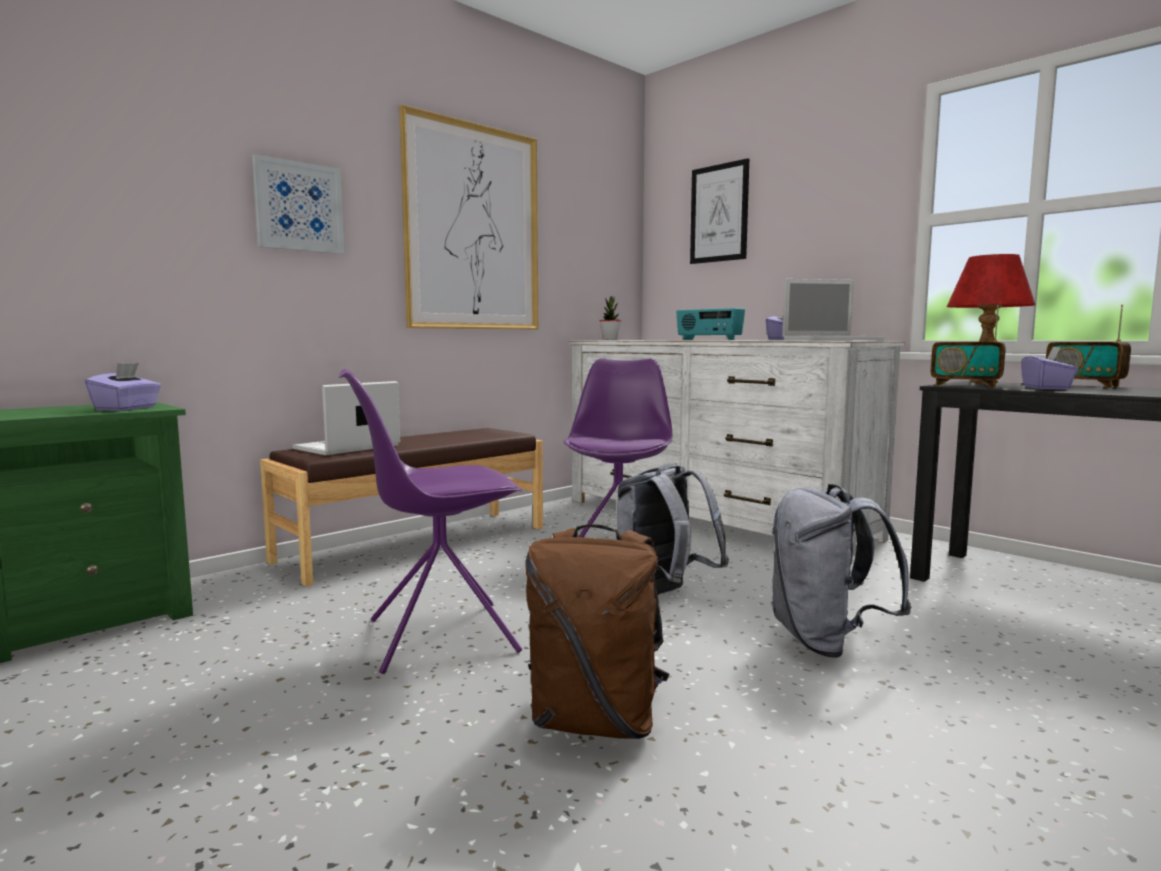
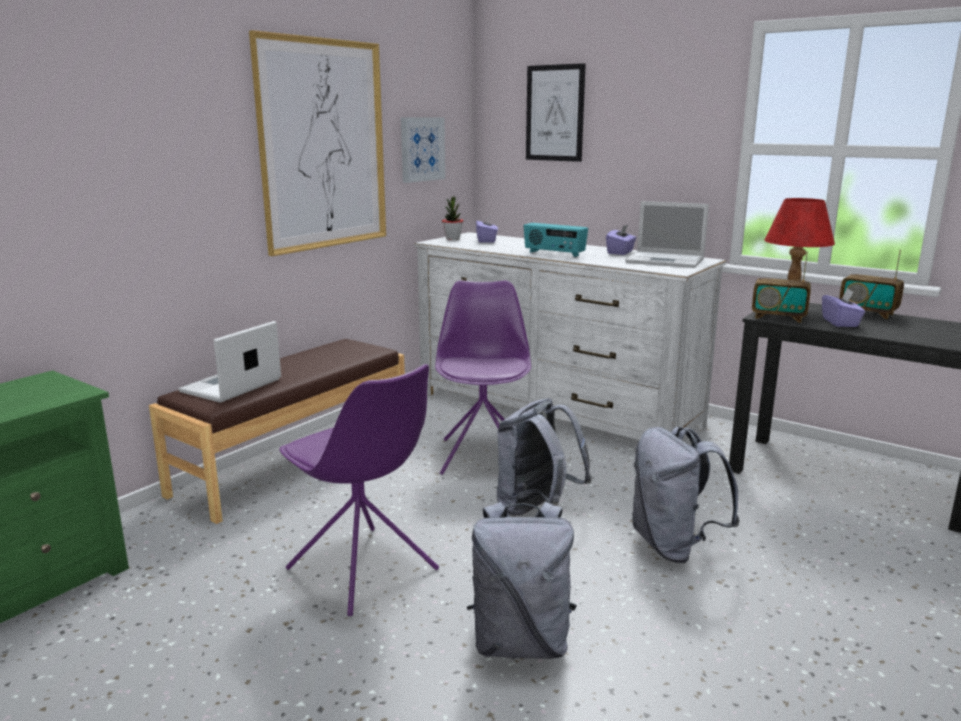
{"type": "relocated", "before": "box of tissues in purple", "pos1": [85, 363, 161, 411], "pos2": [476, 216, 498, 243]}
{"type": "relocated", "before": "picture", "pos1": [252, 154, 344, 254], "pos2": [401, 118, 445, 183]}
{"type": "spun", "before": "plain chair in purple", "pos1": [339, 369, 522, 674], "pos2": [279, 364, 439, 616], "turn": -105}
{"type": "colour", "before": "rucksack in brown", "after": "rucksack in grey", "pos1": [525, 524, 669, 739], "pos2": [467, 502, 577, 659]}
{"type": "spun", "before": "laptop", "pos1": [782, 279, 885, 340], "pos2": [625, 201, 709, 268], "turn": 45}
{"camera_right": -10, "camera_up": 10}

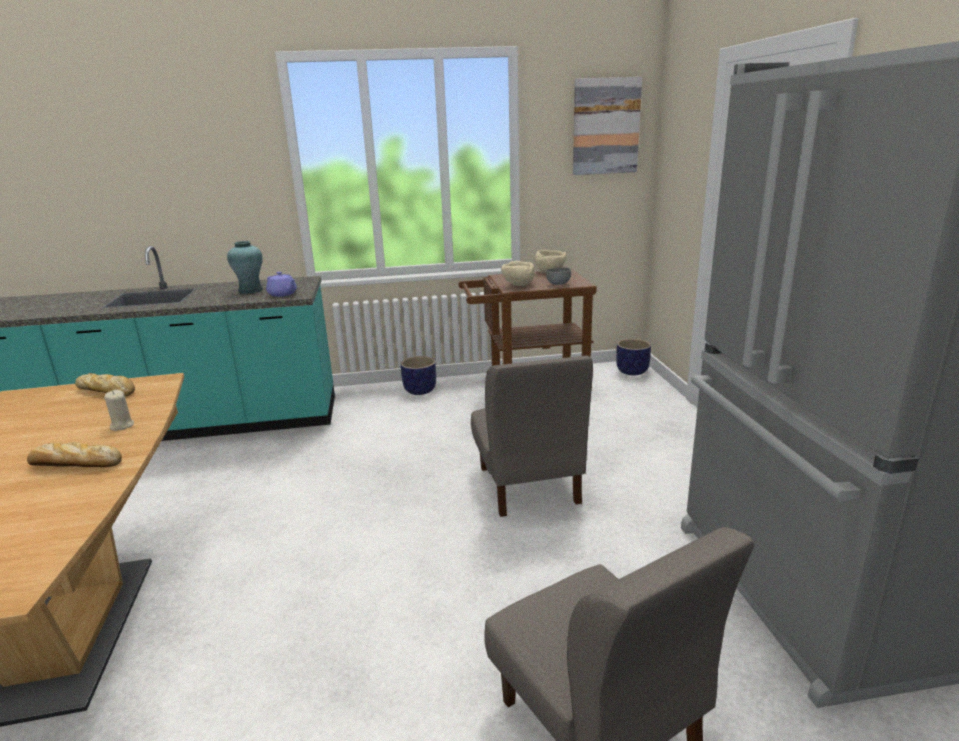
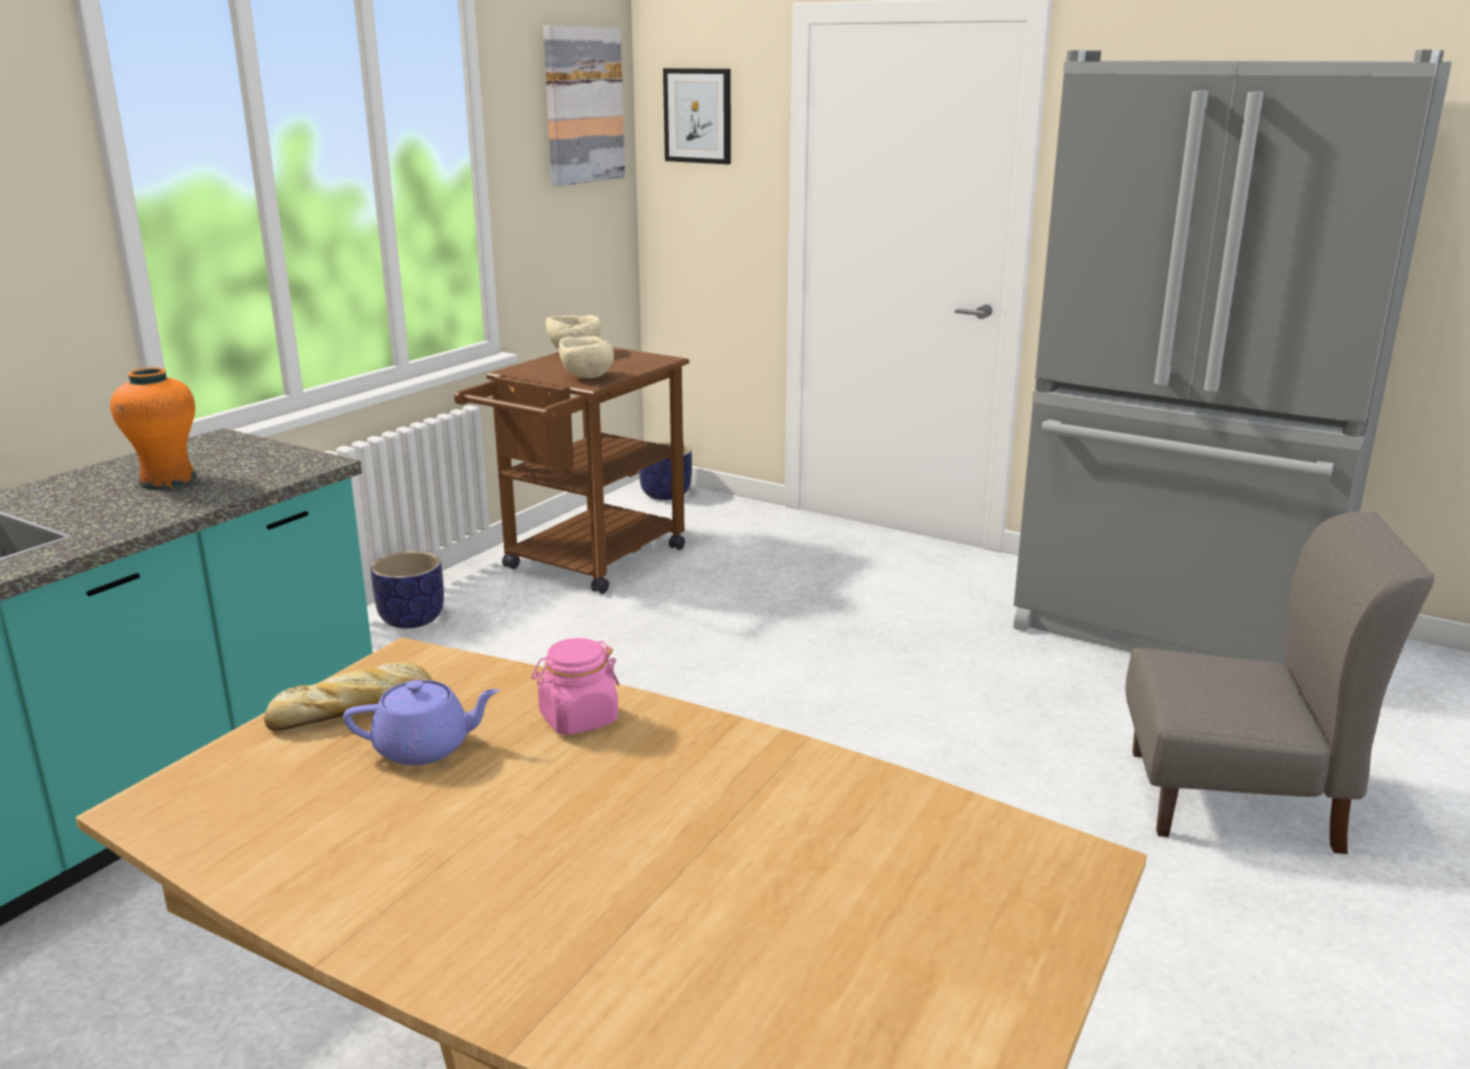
{"type": "missing", "before": "bread", "pos1": [27, 442, 122, 467]}
{"type": "exchanged", "before": "wax light in beige", "after": "preserve jar in pink-coloured", "pos1": [104, 390, 134, 431], "pos2": [532, 638, 620, 735]}
{"type": "colour", "before": "decorative vase in turquoise", "after": "decorative vase in orangey", "pos1": [227, 241, 263, 294], "pos2": [110, 367, 196, 490]}
{"type": "relocated", "before": "teapot in purple", "pos1": [266, 272, 297, 297], "pos2": [343, 680, 500, 765]}
{"type": "missing", "before": "plain chair in grey", "pos1": [471, 355, 593, 517]}
{"type": "missing", "before": "serving bowl in grey", "pos1": [546, 267, 571, 285]}
{"type": "appeared", "after": "picture", "pos2": [663, 68, 731, 164]}
{"camera_right": -50, "camera_up": 0}

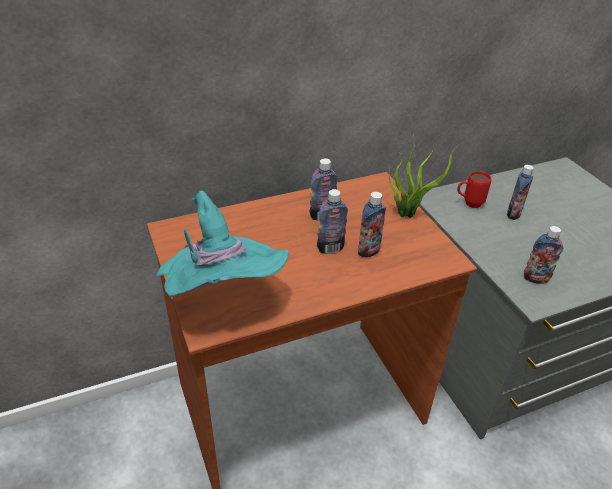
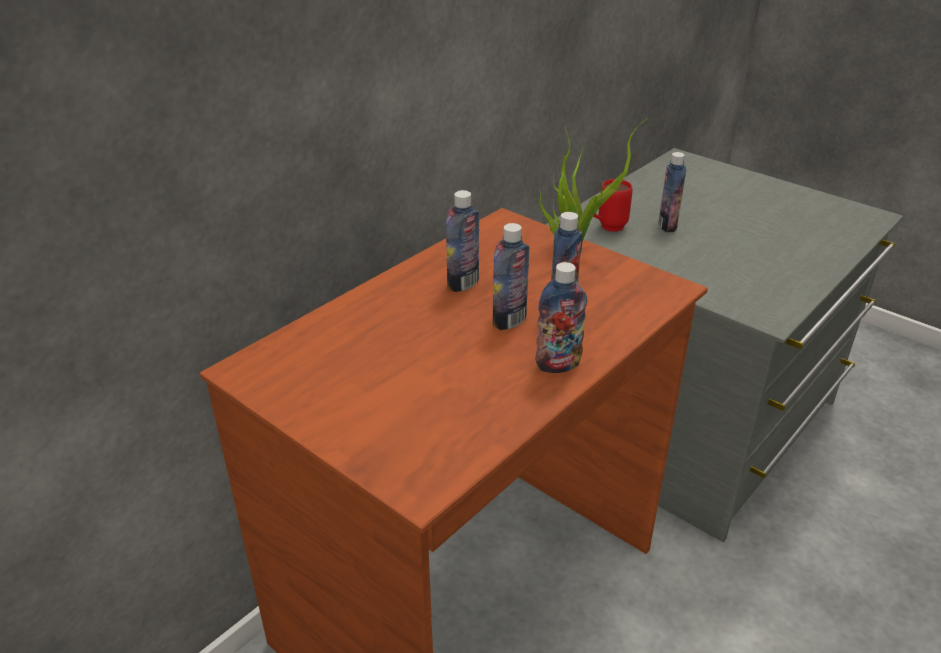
{"type": "missing", "before": "wearable hat in turquoise", "pos1": [156, 191, 289, 297]}
{"type": "relocated", "before": "beverage bottle", "pos1": [524, 226, 563, 284], "pos2": [535, 262, 587, 373]}
{"camera_right": -25, "camera_up": -5}

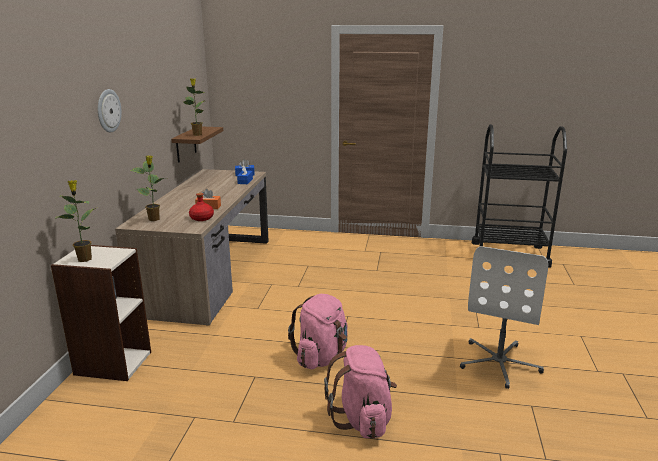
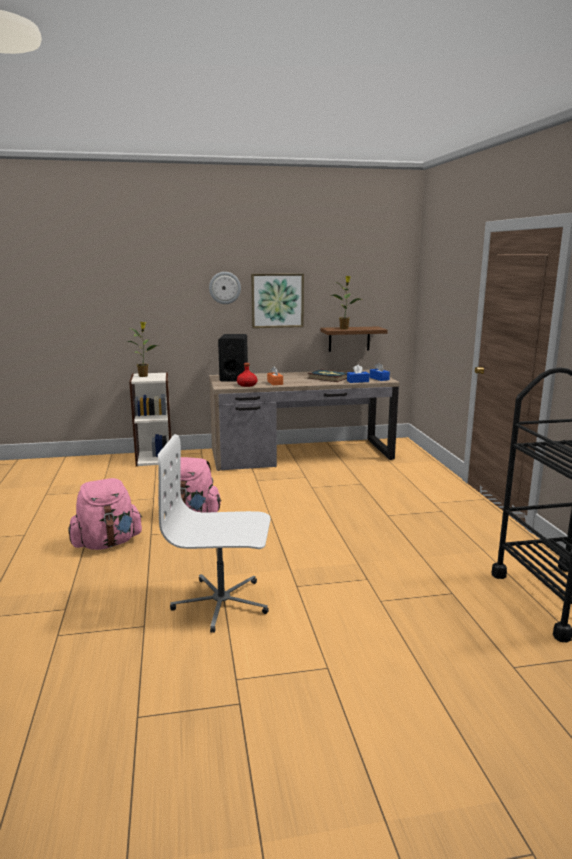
{"type": "exchanged", "before": "potted plant", "after": "audio speaker in blackish", "pos1": [130, 155, 166, 221], "pos2": [218, 334, 248, 382]}
{"type": "appeared", "after": "picture", "pos2": [251, 274, 304, 328]}
{"type": "appeared", "after": "volume", "pos2": [308, 369, 347, 382]}
{"camera_right": 70, "camera_up": -5}

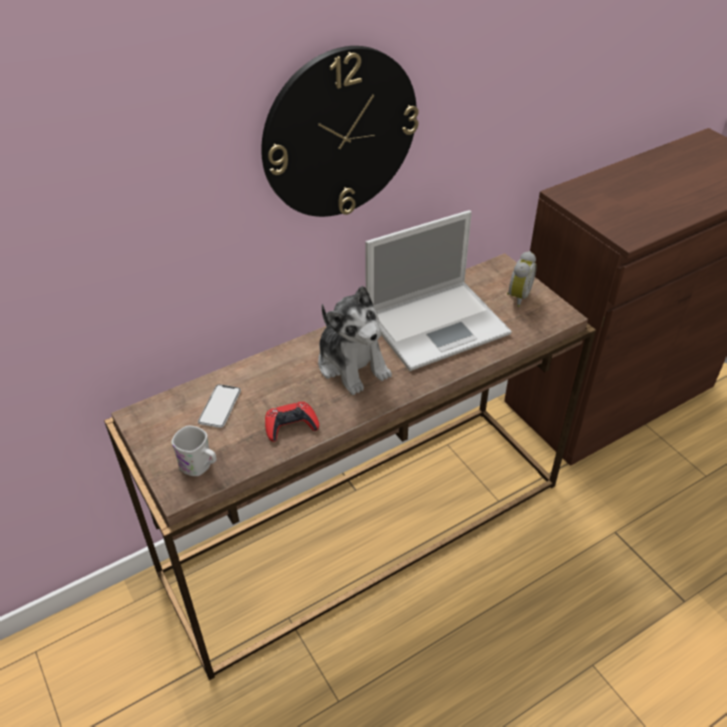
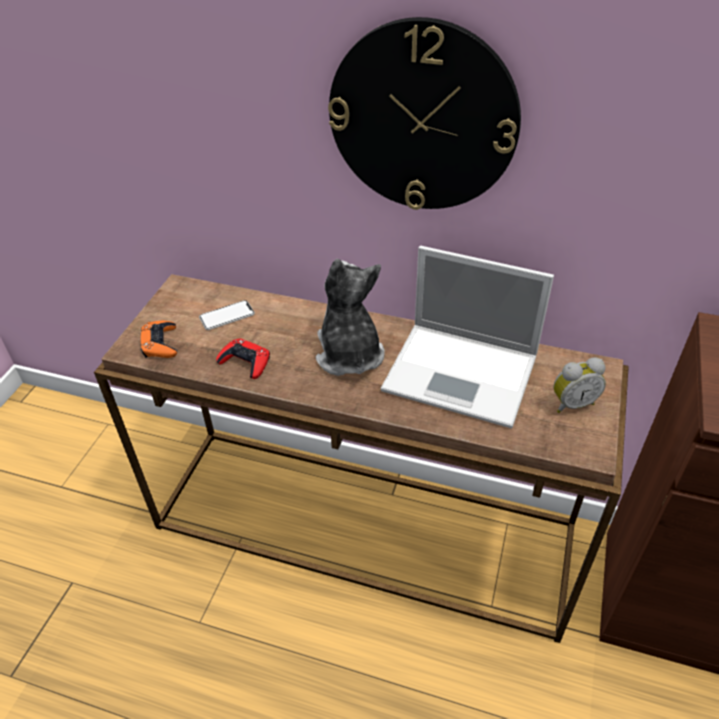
{"type": "exchanged", "before": "mug in white-coloured", "after": "joypad in orangey", "pos1": [171, 426, 217, 476], "pos2": [141, 321, 177, 358]}
{"type": "spun", "before": "soft toy", "pos1": [318, 286, 392, 395], "pos2": [316, 259, 385, 376], "turn": 150}
{"camera_right": 50, "camera_up": 0}

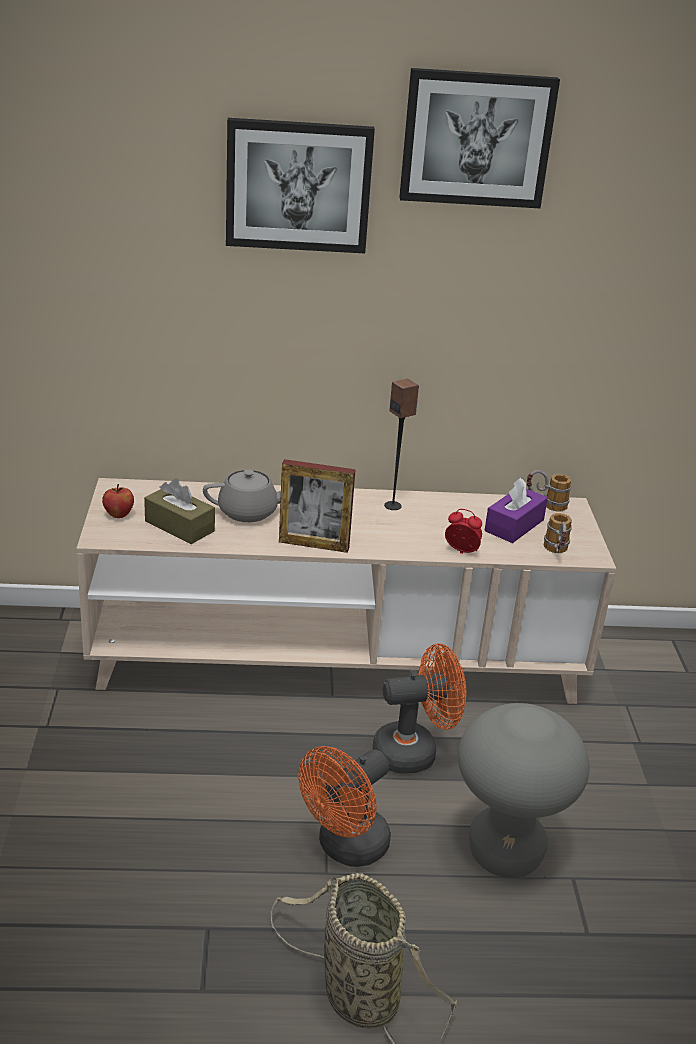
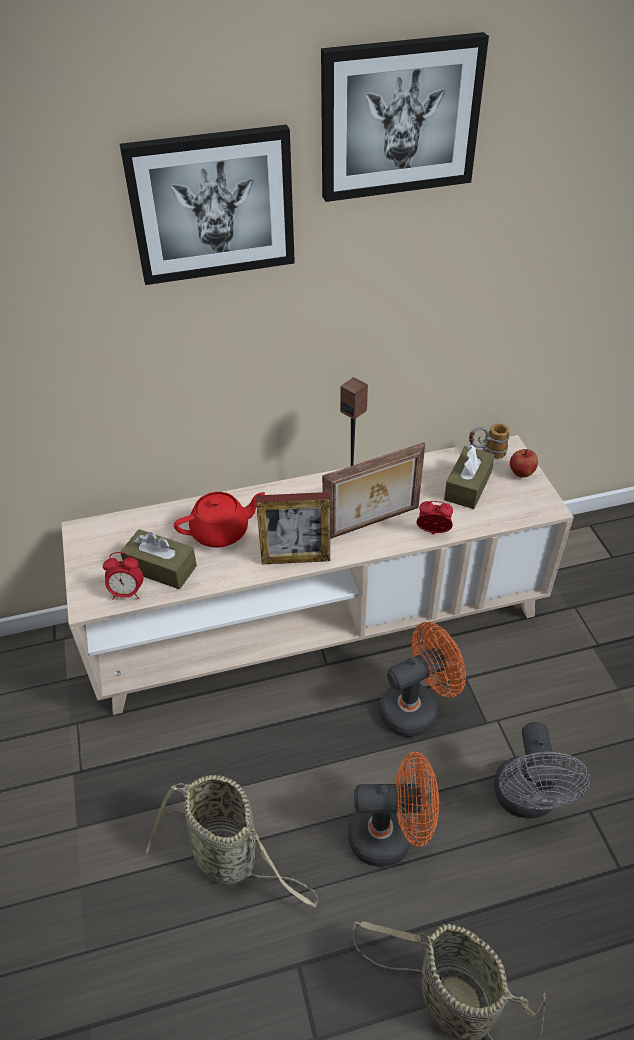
{"type": "relocated", "before": "apple fruit", "pos1": [102, 484, 134, 518], "pos2": [510, 449, 538, 478]}
{"type": "colour", "before": "teapot in grey", "after": "teapot in red", "pos1": [203, 469, 281, 522], "pos2": [174, 492, 265, 547]}
{"type": "spun", "before": "electric fan in orangey", "pos1": [298, 746, 391, 867], "pos2": [348, 752, 439, 867], "turn": -120}
{"type": "exchanged", "before": "sitting stool in grey", "after": "electric fan in grey", "pos1": [458, 703, 589, 878], "pos2": [494, 722, 590, 819]}
{"type": "colour", "before": "box of tissues in purple", "after": "box of tissues in brown", "pos1": [484, 477, 548, 543], "pos2": [444, 445, 495, 509]}
{"type": "missing", "before": "mug", "pos1": [544, 513, 572, 553]}
{"type": "appeared", "after": "bedside clock", "pos2": [103, 552, 143, 600]}
{"type": "appeared", "after": "storage basket", "pos2": [146, 775, 318, 908]}
{"type": "appeared", "after": "standing frame", "pos2": [322, 442, 425, 539]}
{"camera_right": -10, "camera_up": 15}

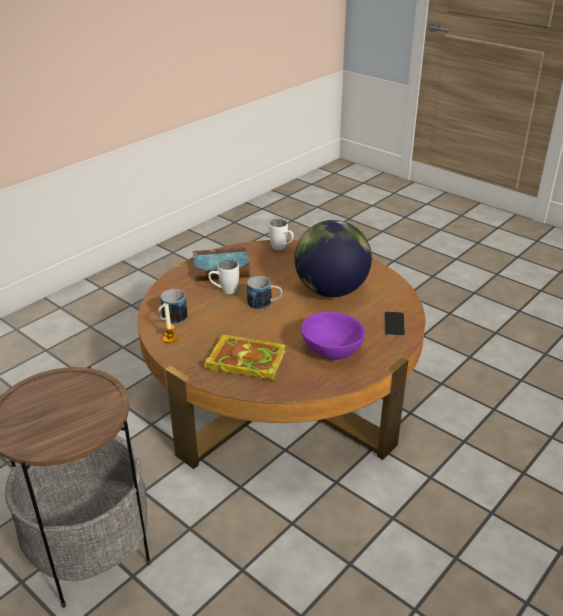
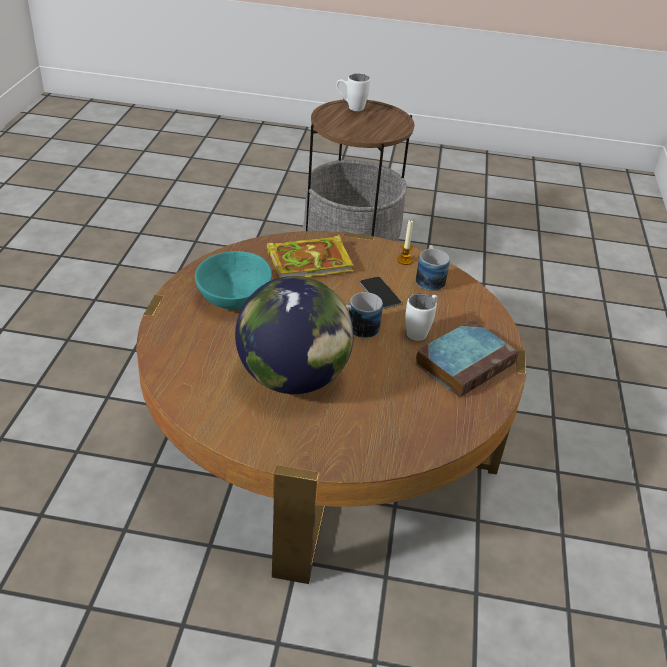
{"type": "relocated", "before": "mug in white-coloured", "pos1": [269, 219, 294, 250], "pos2": [336, 74, 370, 111]}
{"type": "colour", "before": "serving bowl in purple", "after": "serving bowl in turquoise", "pos1": [301, 312, 365, 360], "pos2": [195, 251, 272, 309]}
{"type": "relocated", "before": "handset", "pos1": [385, 312, 405, 337], "pos2": [360, 277, 401, 309]}
{"camera_right": 145, "camera_up": 5}

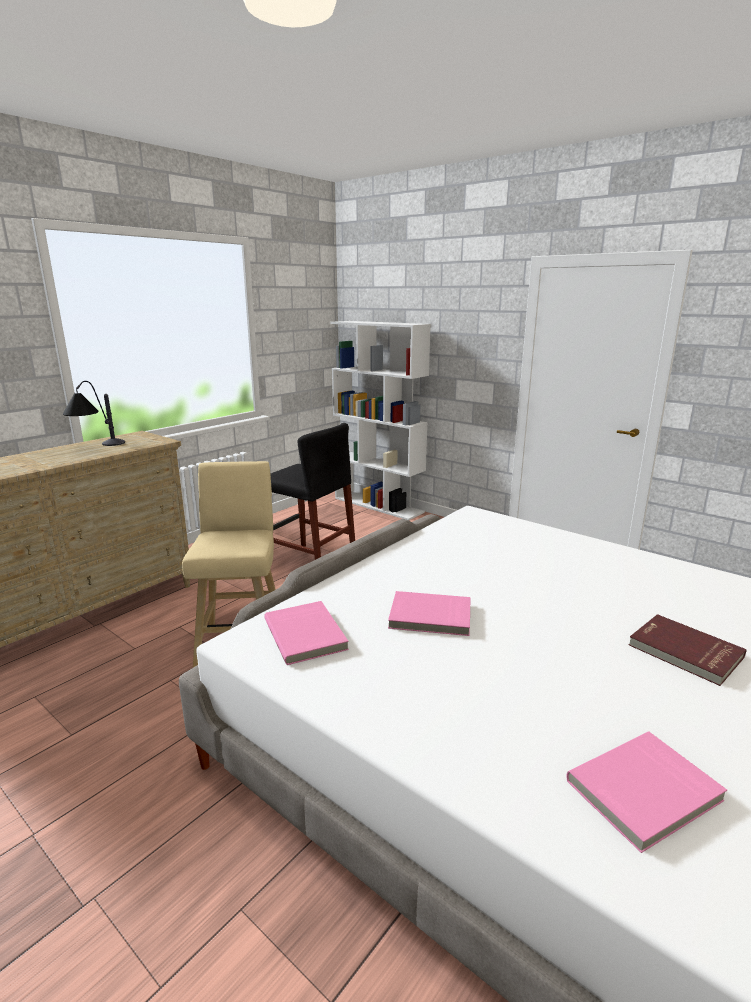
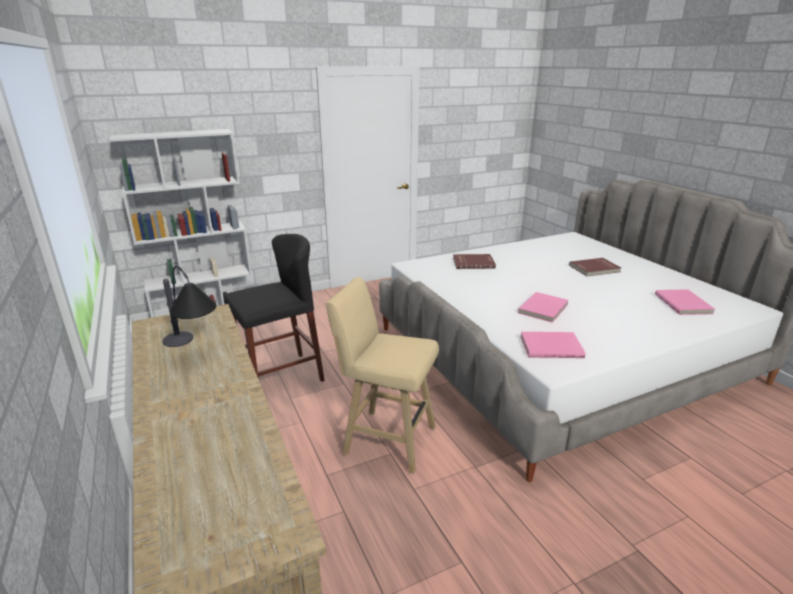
{"type": "appeared", "after": "volume in red", "pos2": [453, 254, 496, 269]}
{"camera_right": -65, "camera_up": 5}

